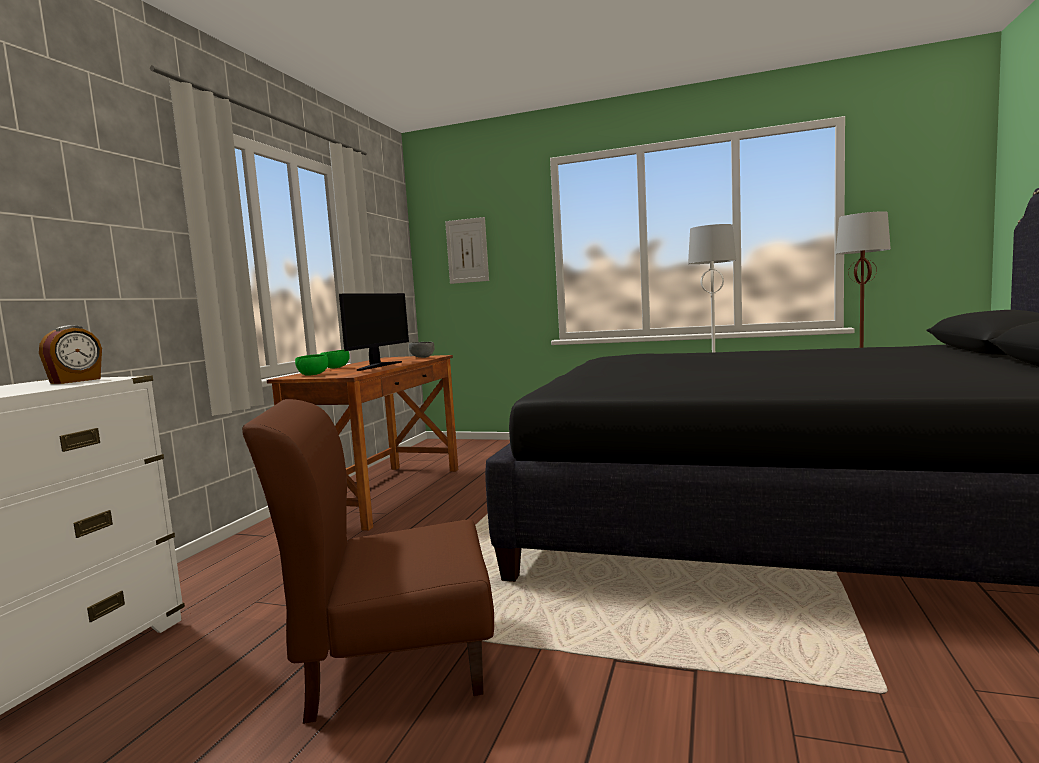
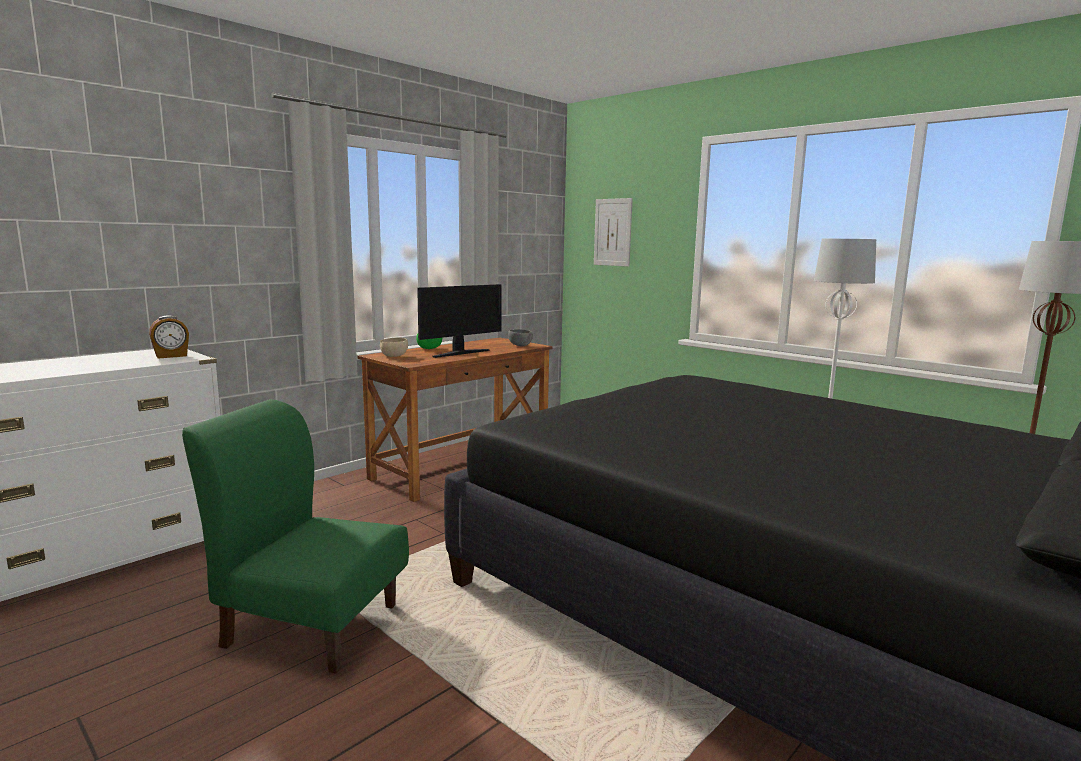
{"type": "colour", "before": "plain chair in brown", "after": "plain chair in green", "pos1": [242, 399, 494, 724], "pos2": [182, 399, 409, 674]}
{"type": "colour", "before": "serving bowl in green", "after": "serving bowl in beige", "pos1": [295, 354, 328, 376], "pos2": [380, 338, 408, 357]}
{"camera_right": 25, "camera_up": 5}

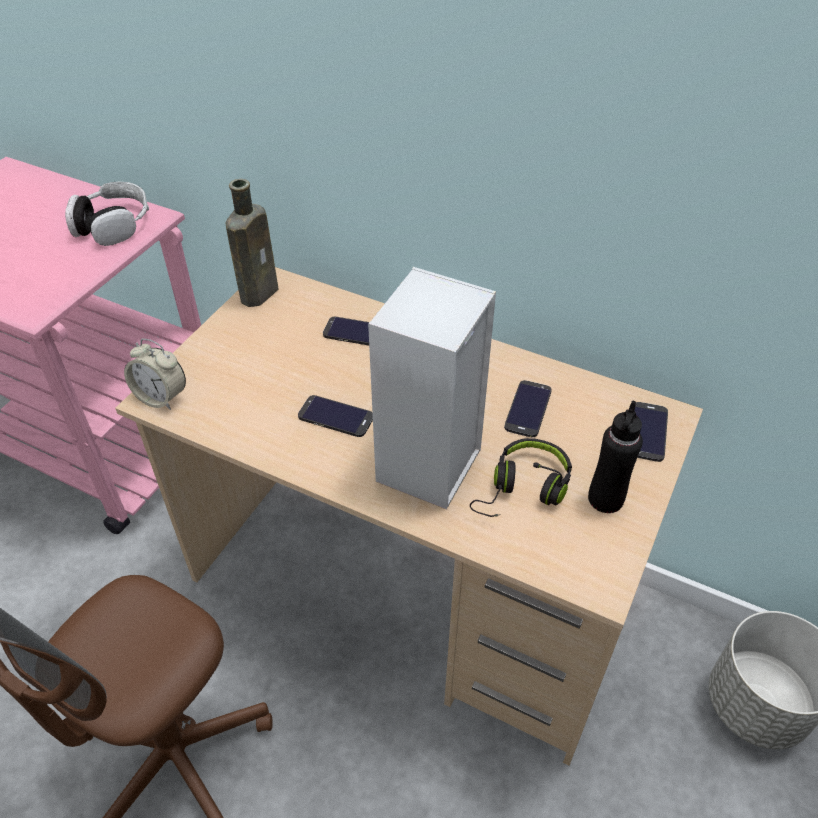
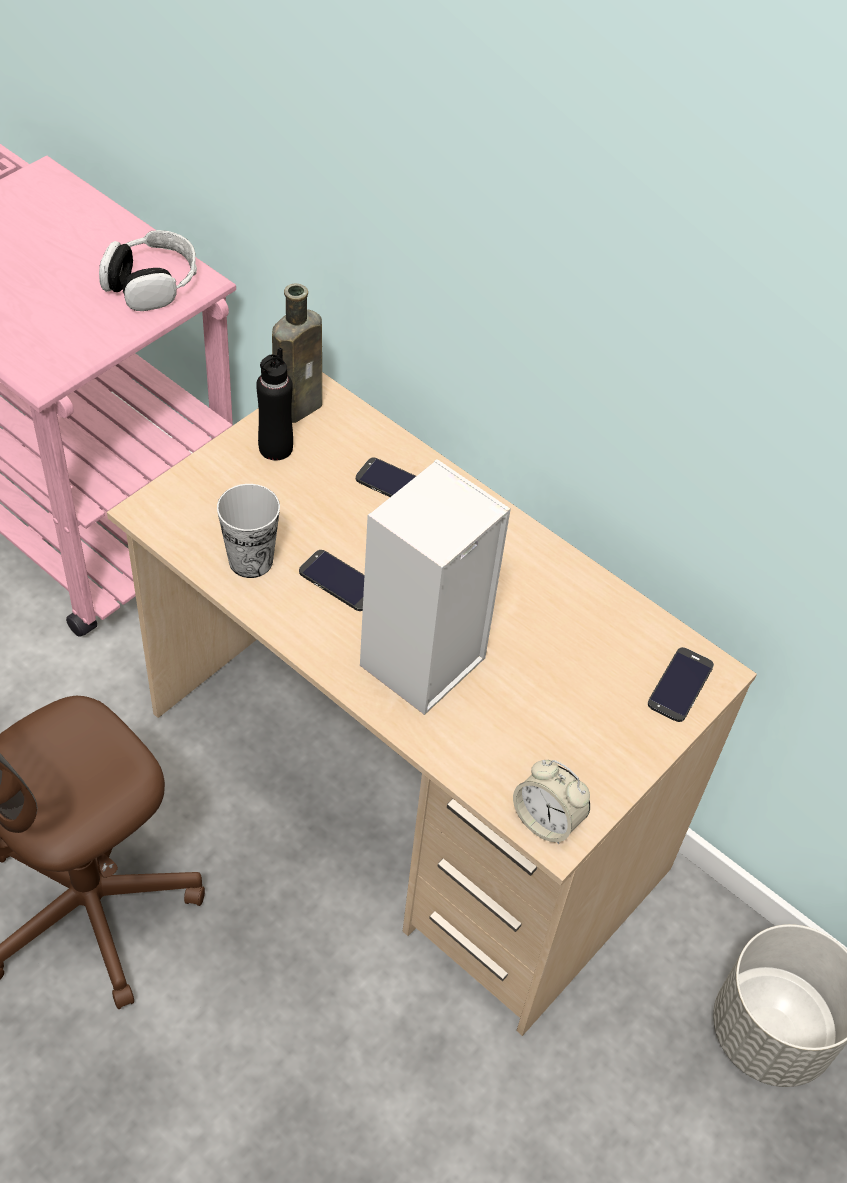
{"type": "relocated", "before": "bedside clock", "pos1": [124, 339, 186, 410], "pos2": [513, 760, 590, 844]}
{"type": "missing", "before": "pair of headphones in blackish", "pos1": [470, 438, 572, 517]}
{"type": "missing", "before": "handset", "pos1": [504, 380, 552, 437]}
{"type": "relocated", "before": "beverage bottle in blackish", "pos1": [588, 400, 643, 513], "pos2": [256, 347, 293, 460]}
{"type": "appeared", "after": "small cup", "pos2": [217, 484, 280, 578]}
{"camera_right": 10, "camera_up": 5}

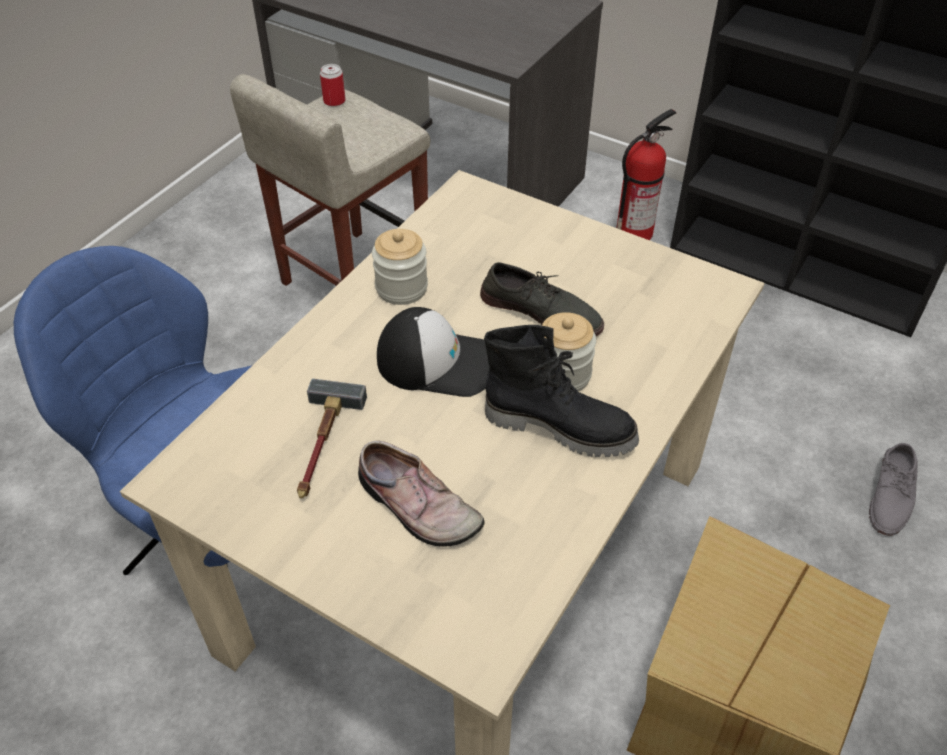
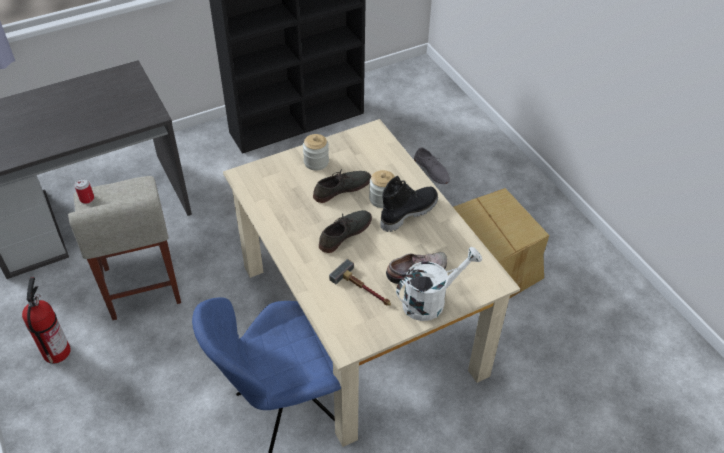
{"type": "relocated", "before": "preserve jar", "pos1": [372, 229, 428, 305], "pos2": [303, 134, 329, 170]}
{"type": "exchanged", "before": "peaked cap", "after": "low shoe in grey", "pos1": [377, 307, 489, 397], "pos2": [319, 210, 372, 253]}
{"type": "relocated", "before": "extinguisher", "pos1": [617, 109, 677, 240], "pos2": [22, 277, 71, 363]}
{"type": "appeared", "after": "watering pot in white-coloured", "pos2": [396, 247, 482, 321]}
{"camera_right": -60, "camera_up": 0}

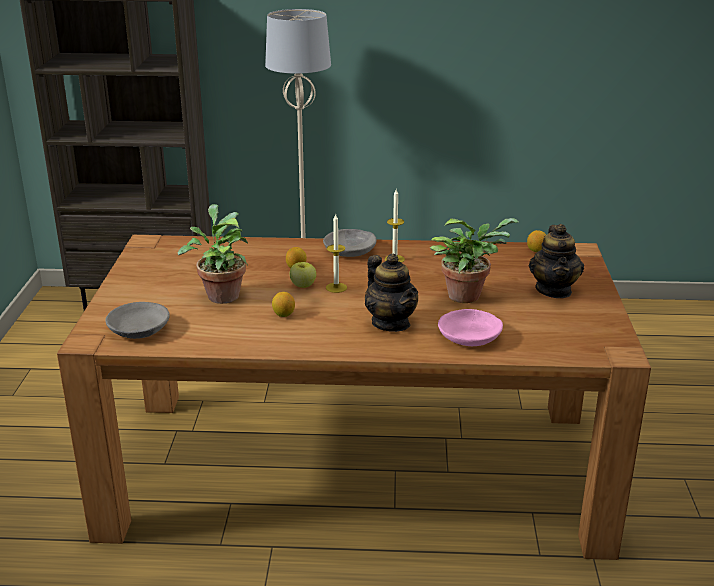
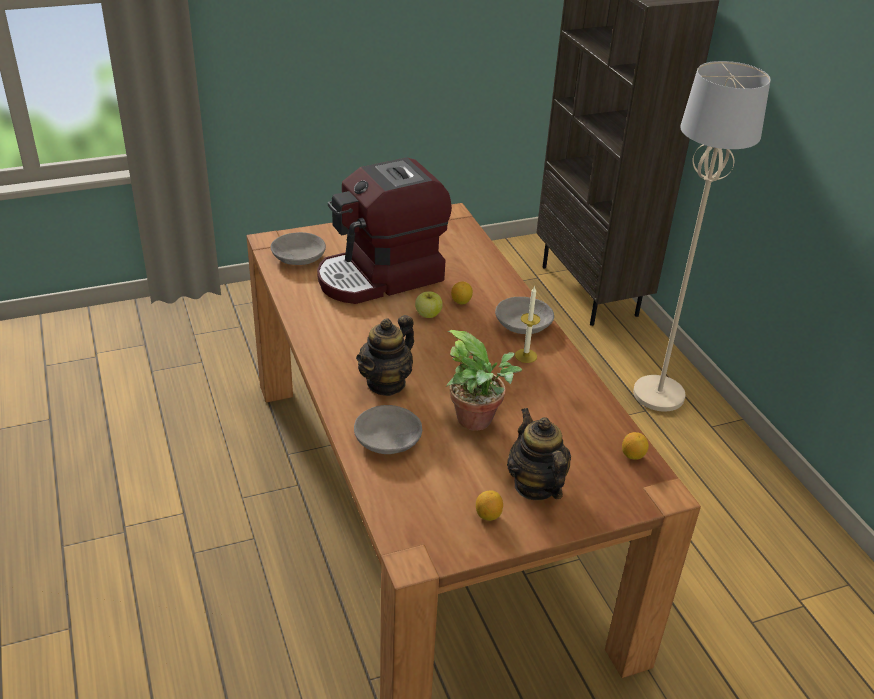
{"type": "exchanged", "before": "potted plant", "after": "coffee maker", "pos1": [177, 204, 248, 304], "pos2": [317, 157, 452, 304]}
{"type": "relocated", "before": "whole lemon", "pos1": [272, 292, 295, 317], "pos2": [476, 490, 503, 521]}
{"type": "missing", "before": "wax light", "pos1": [326, 213, 347, 293]}
{"type": "colour", "before": "serving bowl in pink-coloured", "after": "serving bowl in grey", "pos1": [438, 309, 503, 346], "pos2": [354, 405, 422, 454]}
{"type": "spun", "before": "teapot", "pos1": [529, 224, 584, 298], "pos2": [507, 408, 571, 500], "turn": 90}
{"camera_right": 65, "camera_up": 10}

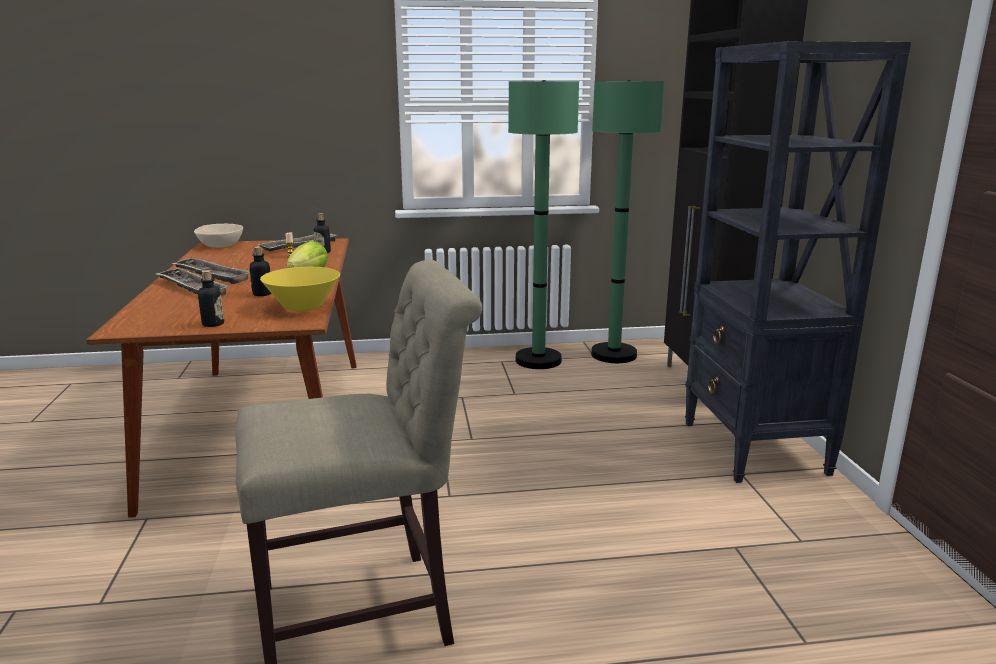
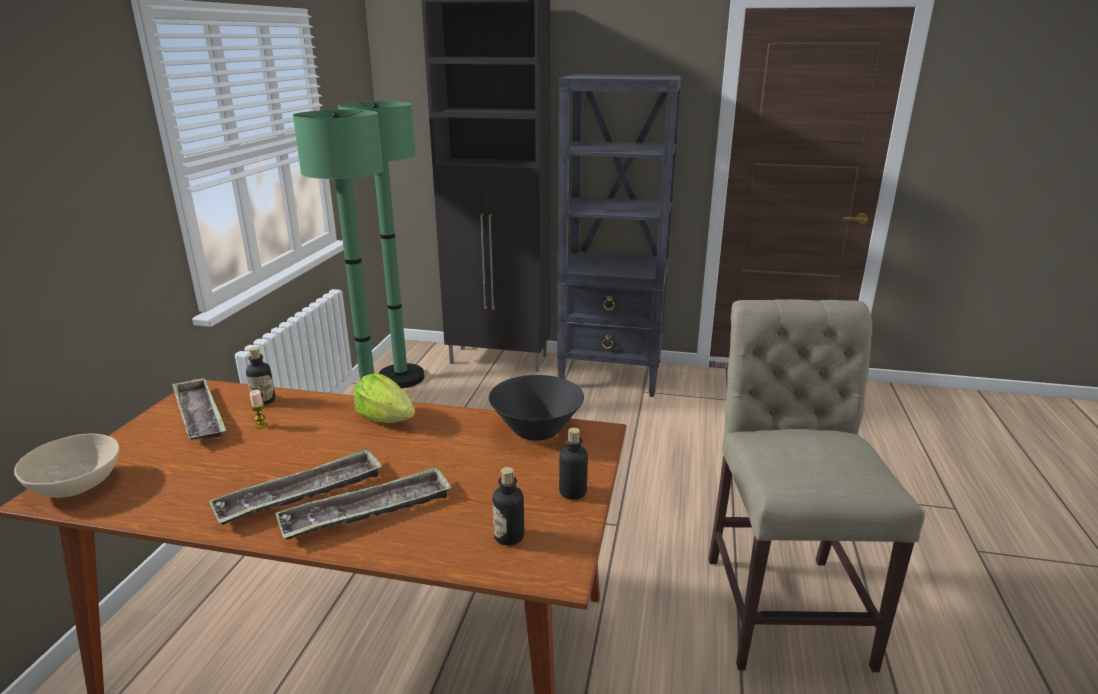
{"type": "relocated", "before": "beverage bottle", "pos1": [249, 246, 271, 296], "pos2": [492, 467, 524, 545]}
{"type": "colour", "before": "serving bowl in yellowish", "after": "serving bowl in blackish", "pos1": [260, 267, 340, 311], "pos2": [489, 375, 584, 441]}
{"camera_right": -70, "camera_up": 5}

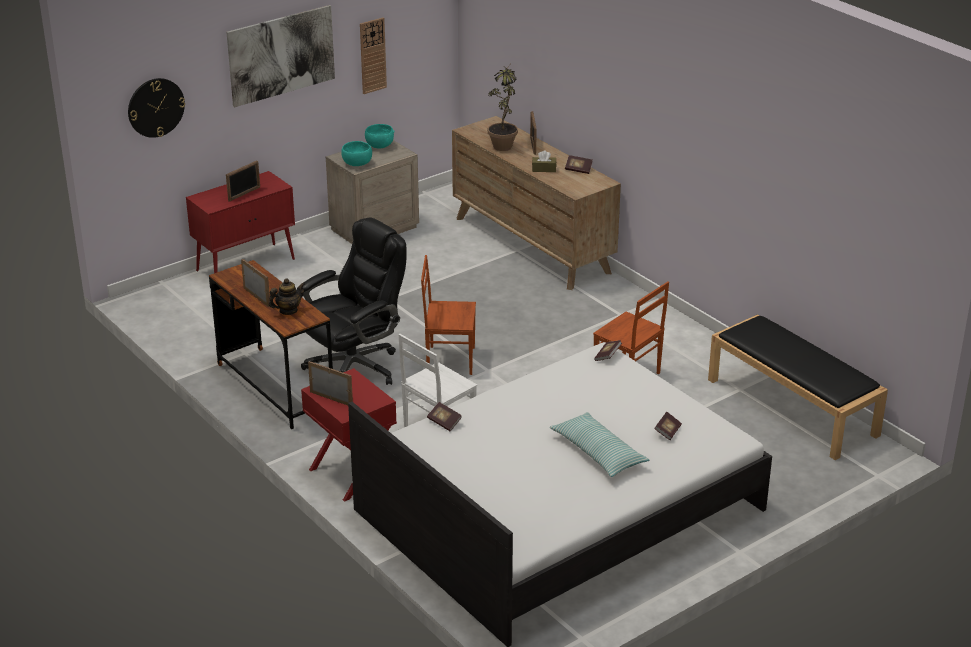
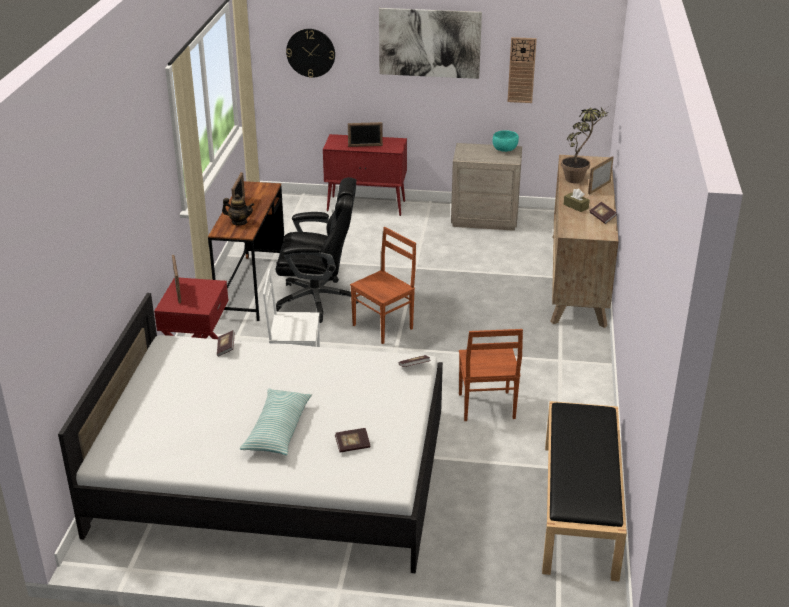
{"type": "missing", "before": "serving bowl in turquoise", "pos1": [341, 141, 372, 166]}
{"type": "spun", "before": "plain chair in brown", "pos1": [421, 255, 476, 375], "pos2": [350, 227, 416, 344], "turn": 90}
{"camera_right": 45, "camera_up": 0}

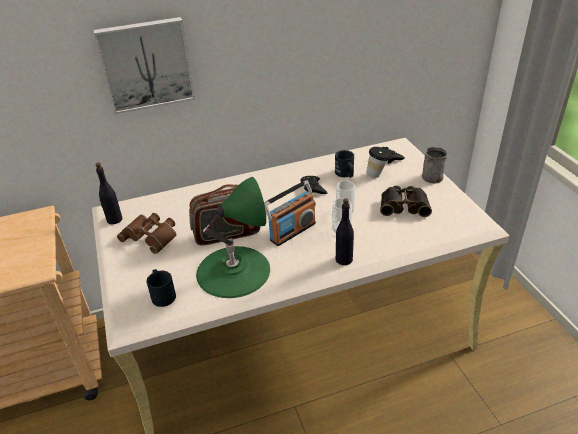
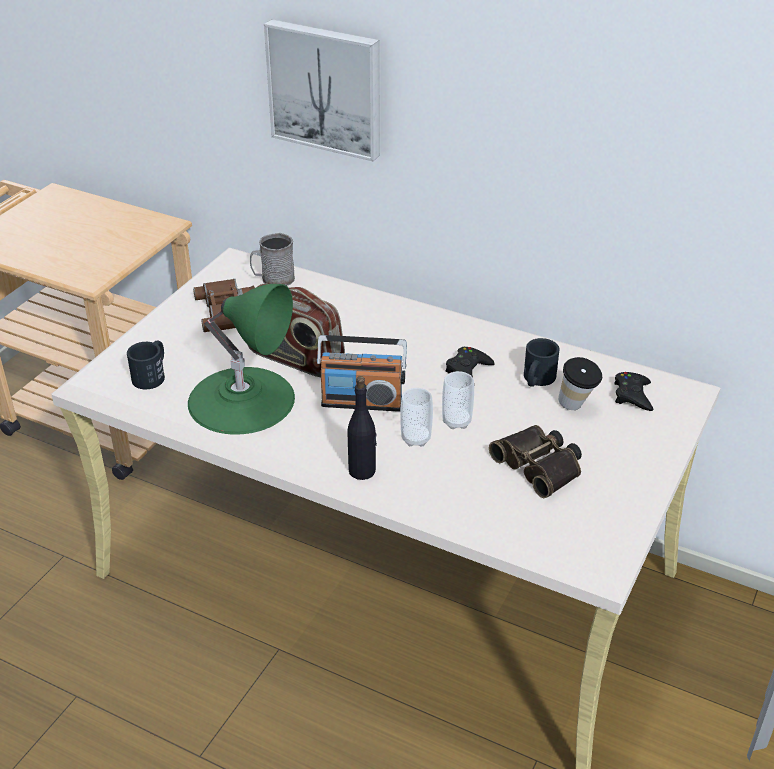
{"type": "missing", "before": "beverage bottle in blackish", "pos1": [96, 163, 122, 224]}
{"type": "relocated", "before": "mug in grey", "pos1": [422, 147, 448, 183], "pos2": [250, 233, 295, 285]}
{"camera_right": 45, "camera_up": 0}

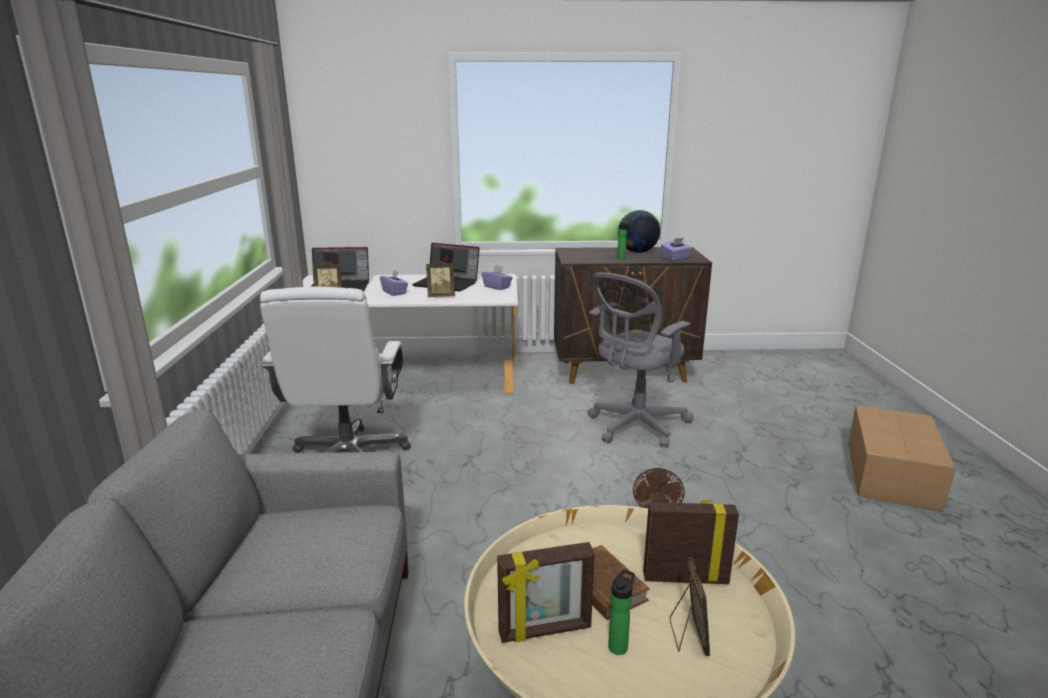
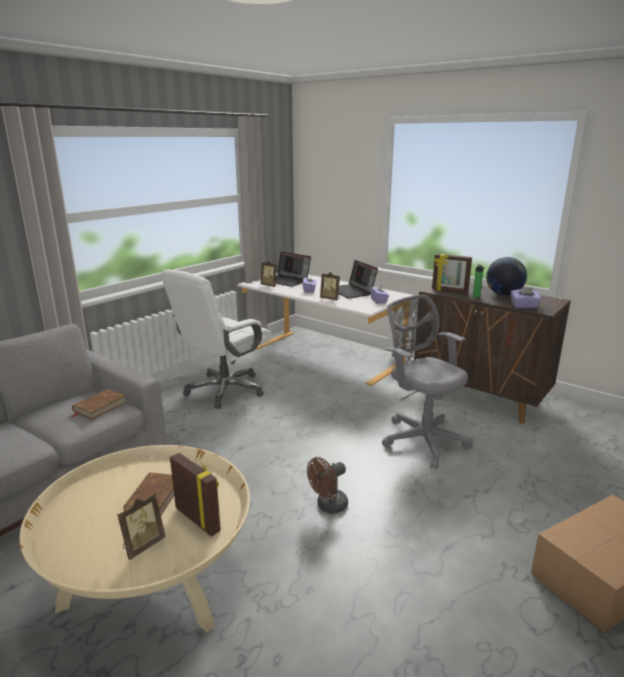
{"type": "relocated", "before": "standing frame", "pos1": [497, 542, 595, 643], "pos2": [432, 254, 472, 293]}
{"type": "spun", "before": "office chair in grey", "pos1": [588, 272, 694, 448], "pos2": [382, 295, 473, 469], "turn": 60}
{"type": "missing", "before": "beverage bottle", "pos1": [608, 569, 635, 655]}
{"type": "appeared", "after": "volume in brown", "pos2": [71, 389, 126, 420]}
{"camera_right": 40, "camera_up": 0}

